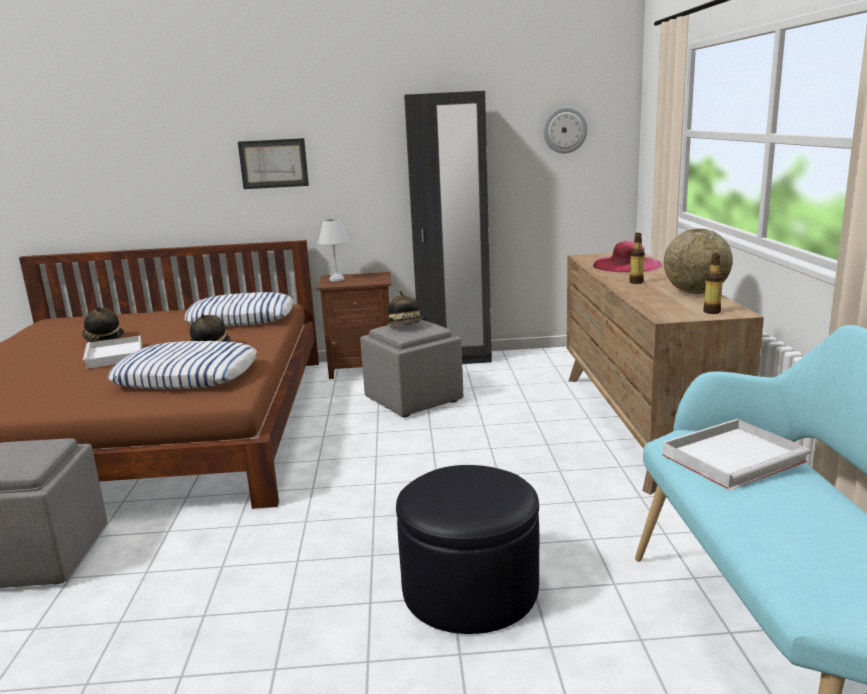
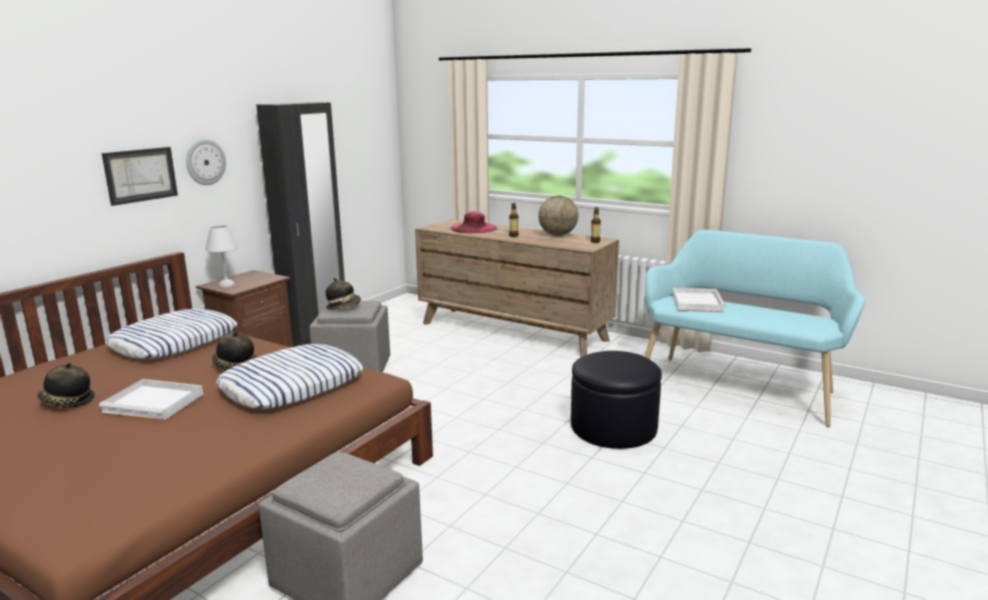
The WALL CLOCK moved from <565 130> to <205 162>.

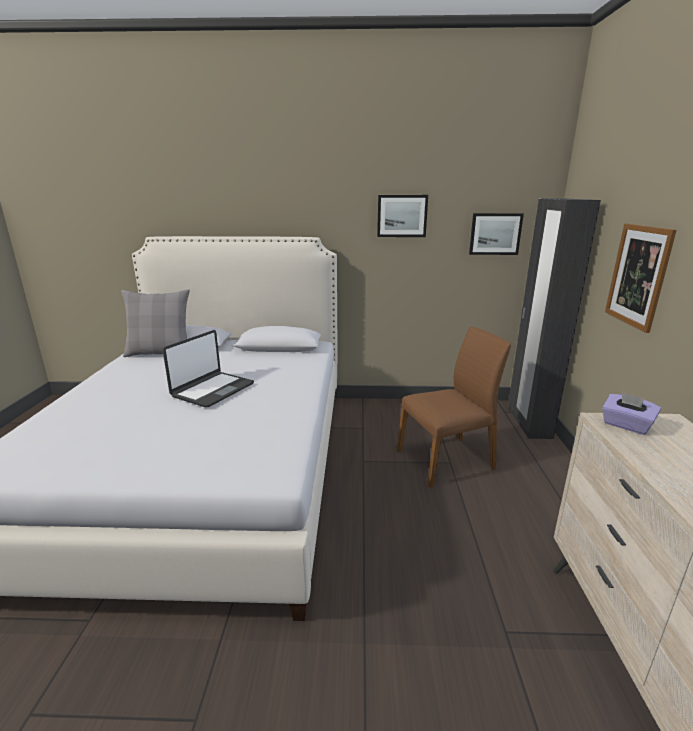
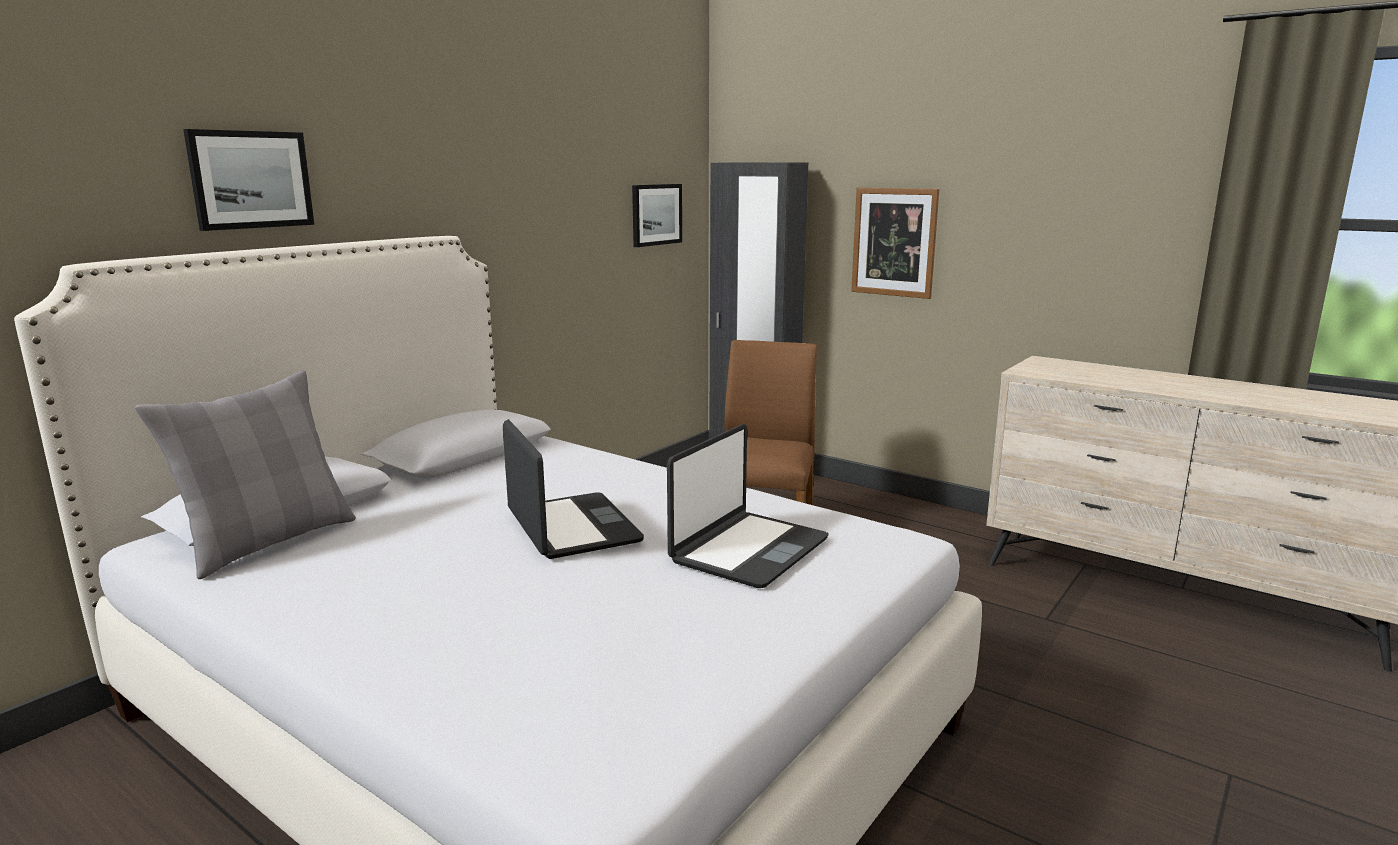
The PURPLE TISSUE BOX at <626 425> disappeared.
The LAPTOP at <748 550> appeared.
The PICTURE moved from <402 216> to <251 179>.

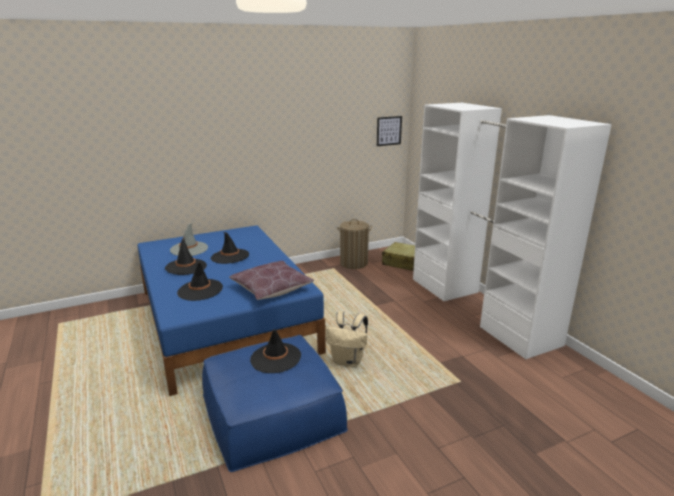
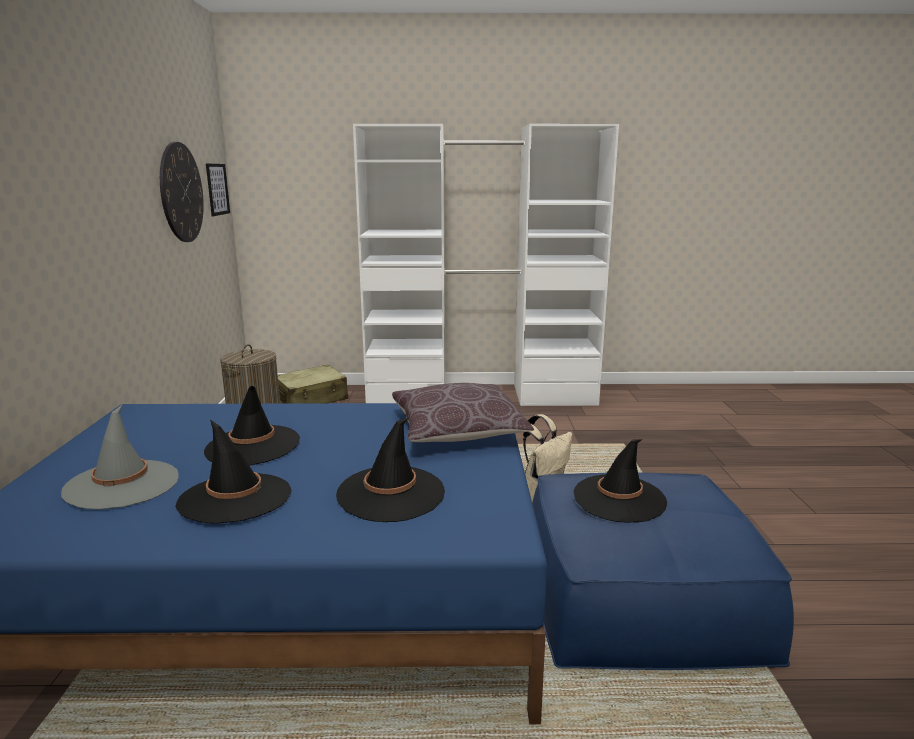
The WALL CLOCK at <181 192> appeared.

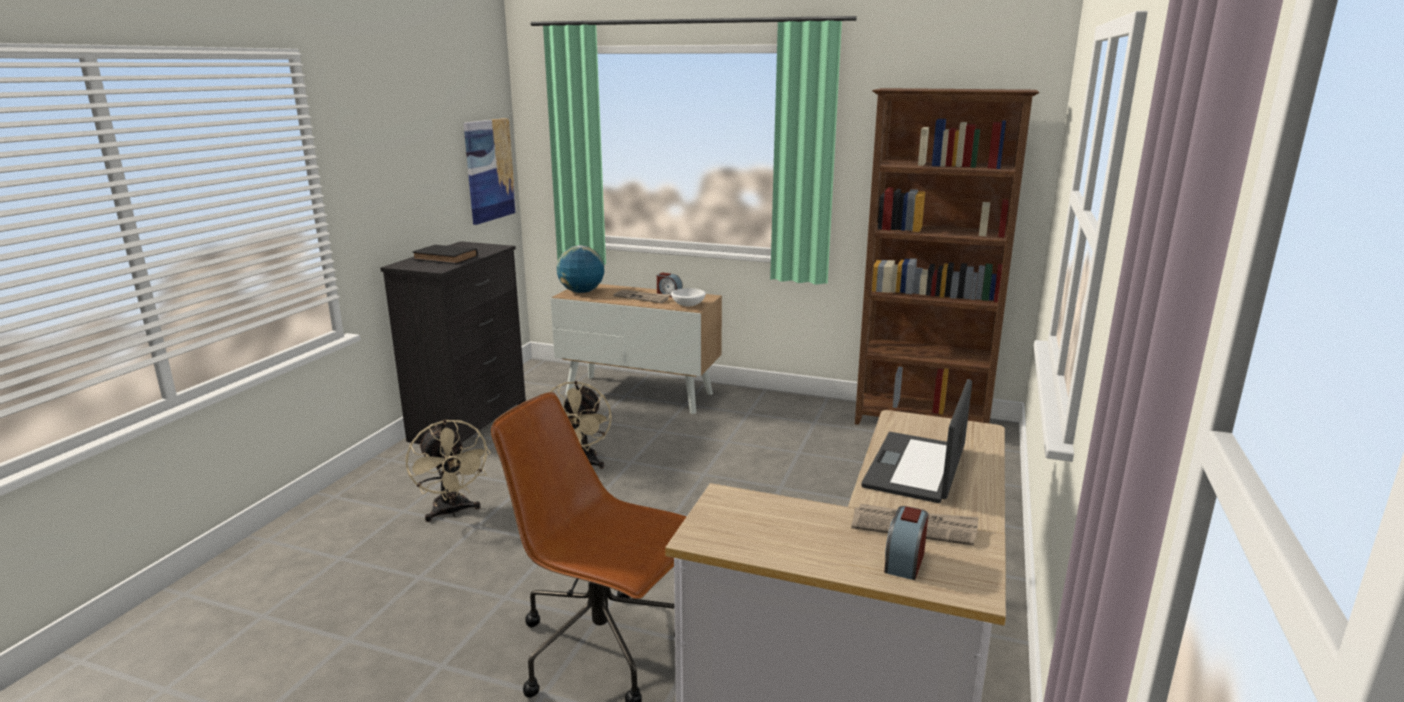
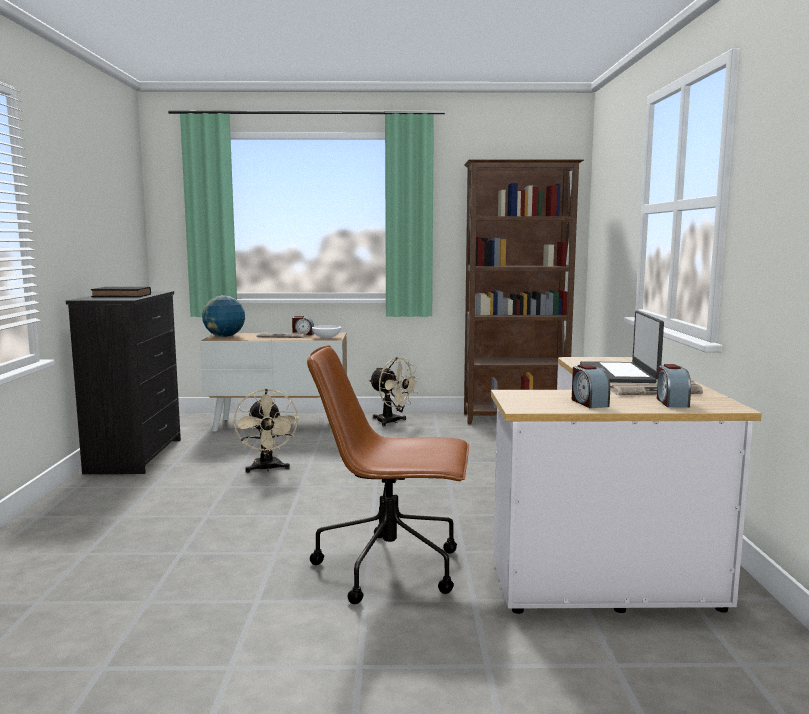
The PICTURE at <489 170> disappeared.
The ALARM CLOCK at <588 403> appeared.
The BEIGE FAN moved from <452 512> to <392 422>.

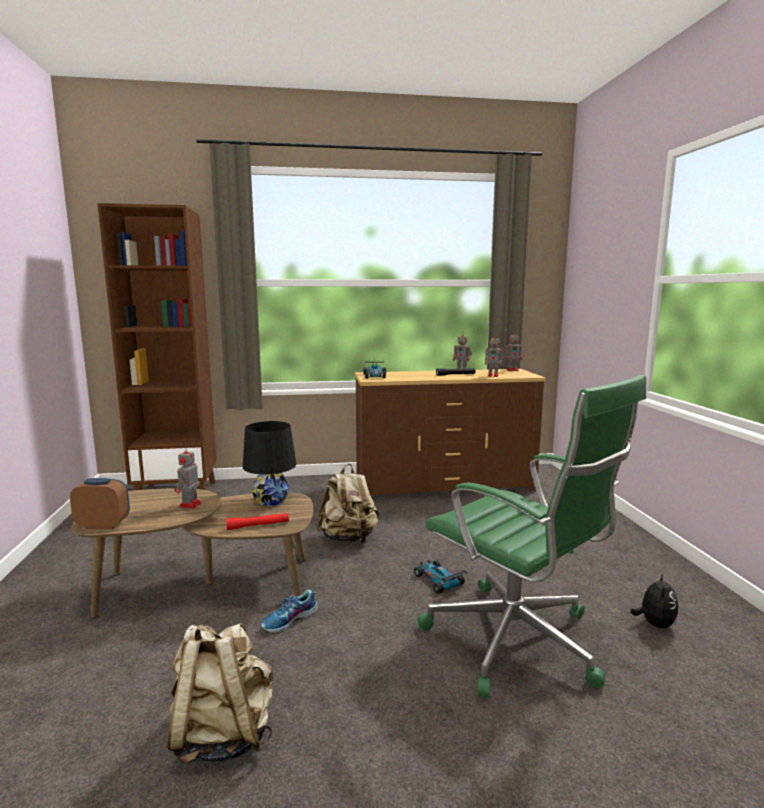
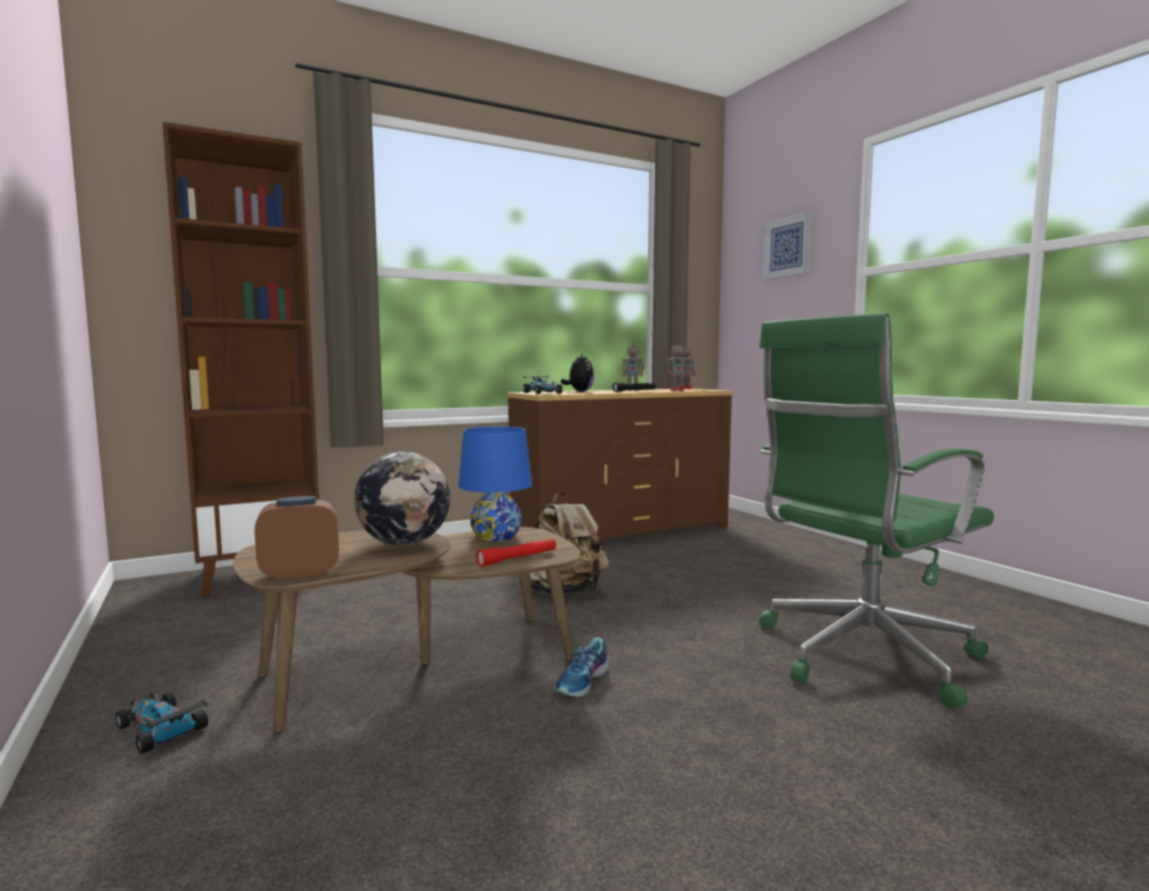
The BEIGE BACKPACK at <223 735> disappeared.
The PICTURE at <788 246> appeared.
The TOY CAR moved from <438 581> to <160 729>.
The PLUSH TOY moved from <654 624> to <579 391>.
The TOY ROBOT at <189 505> was replaced by the GLOBE at <404 543>.
The BLACK TABLE LAMP at <271 500> became the BLUE TABLE LAMP at <496 536>.
The GREEN OFFICE CHAIR at <517 642> turned 120 degrees clockwise.

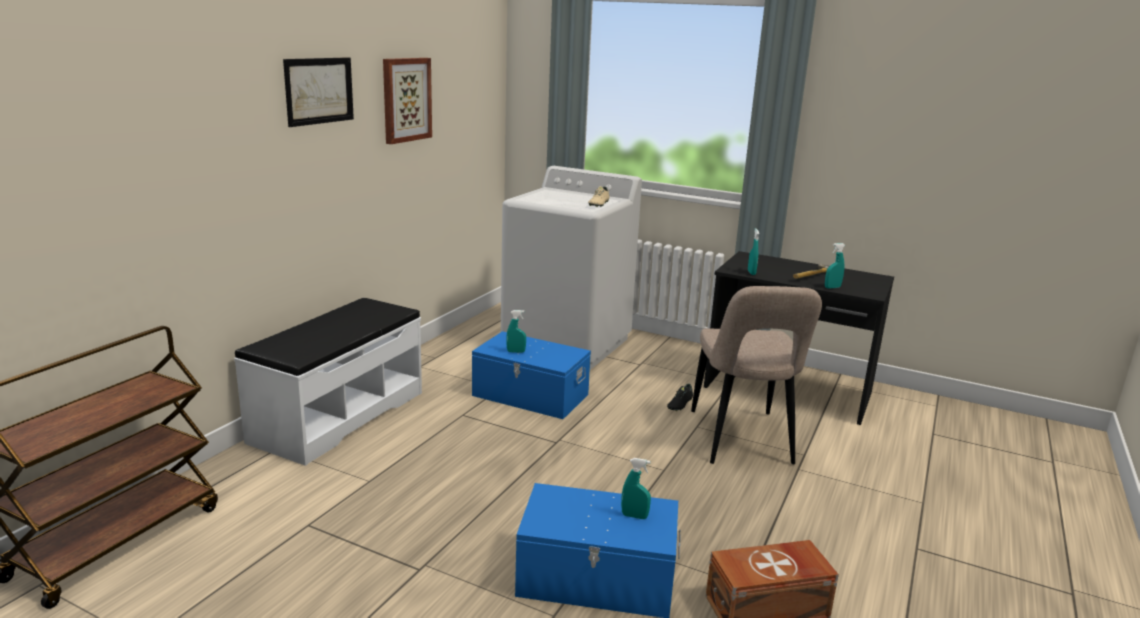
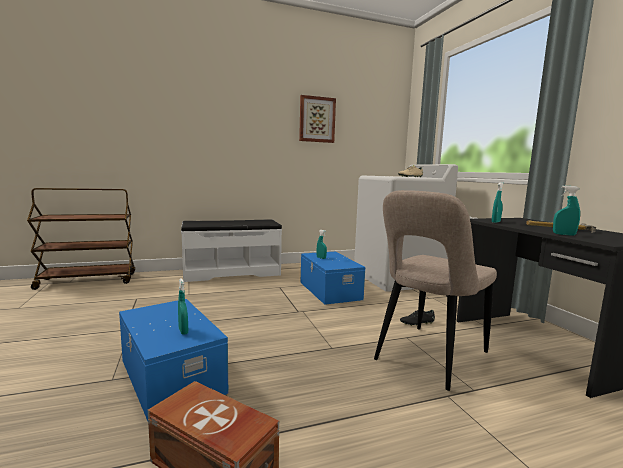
The PICTURE at <319 91> disappeared.

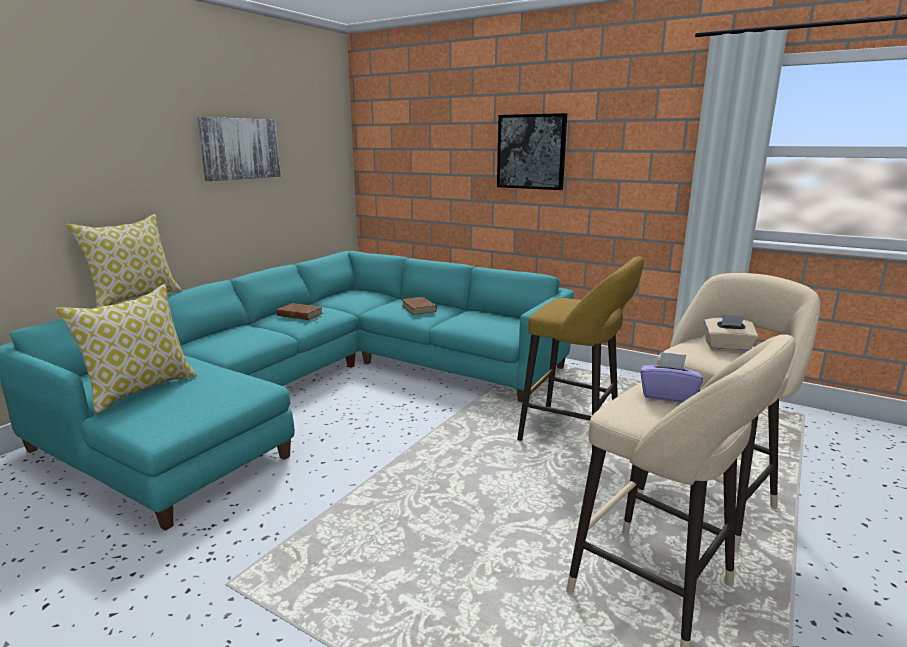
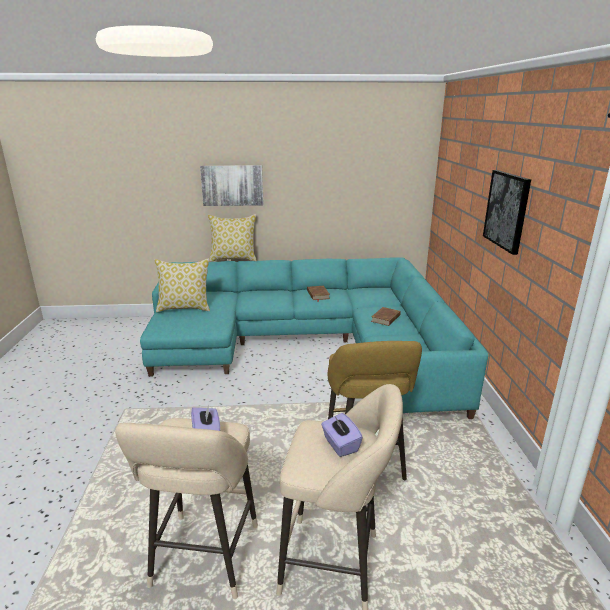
The PICTURE moved from <240 149> to <232 185>.
The BEIGE TISSUE BOX at <727 347> became the PURPLE TISSUE BOX at <340 445>.

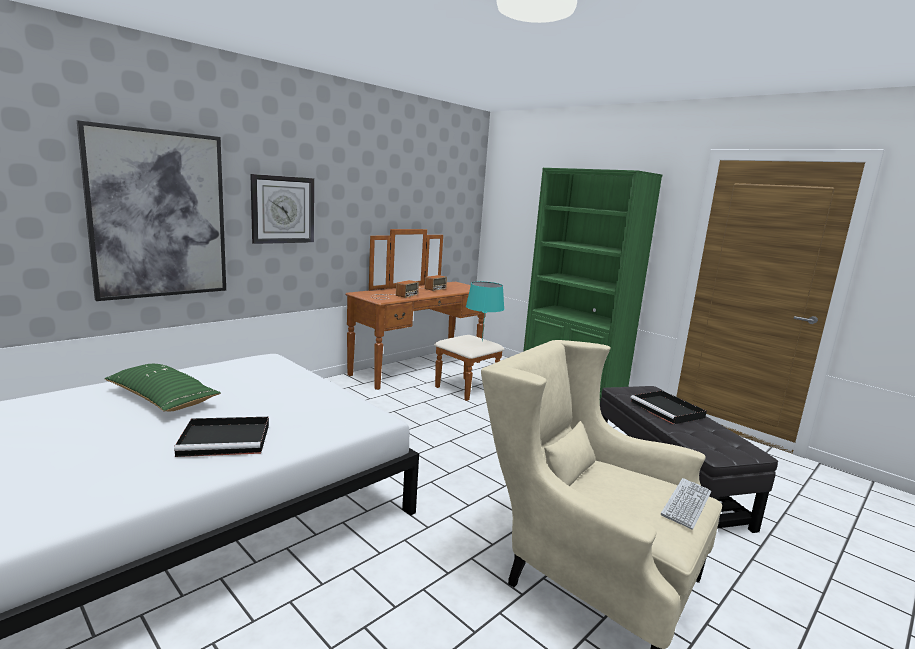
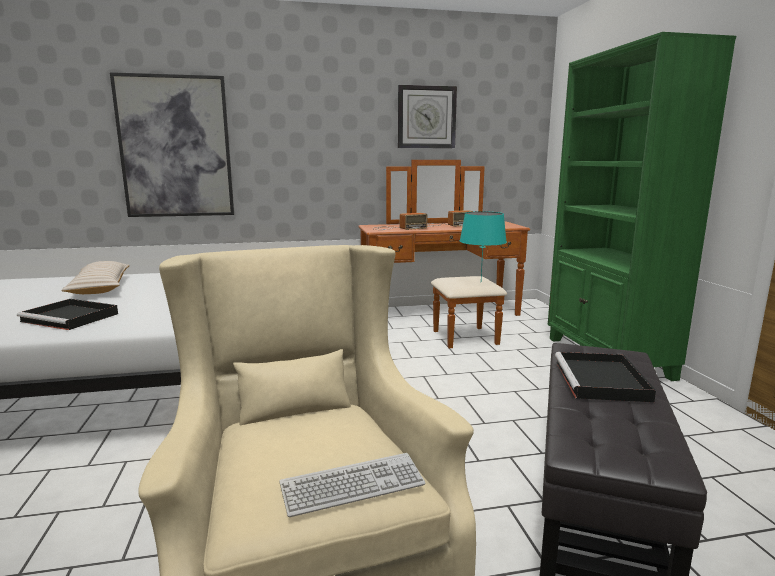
The WALL CLOCK moved from <283 209> to <426 117>.
The GREEN PILLOW at <162 398> became the BEIGE PILLOW at <100 288>.

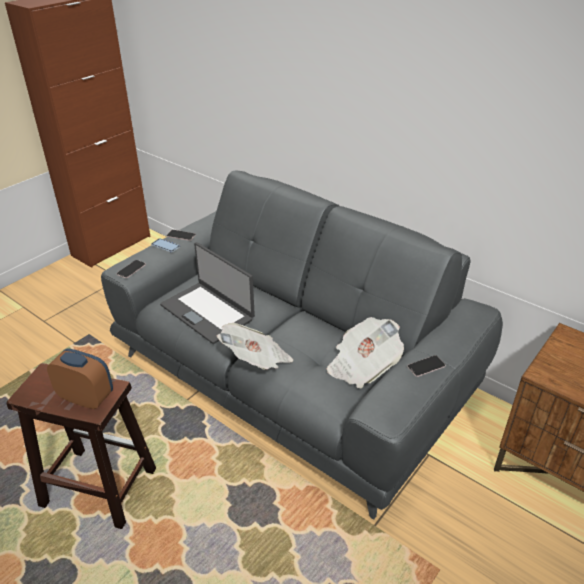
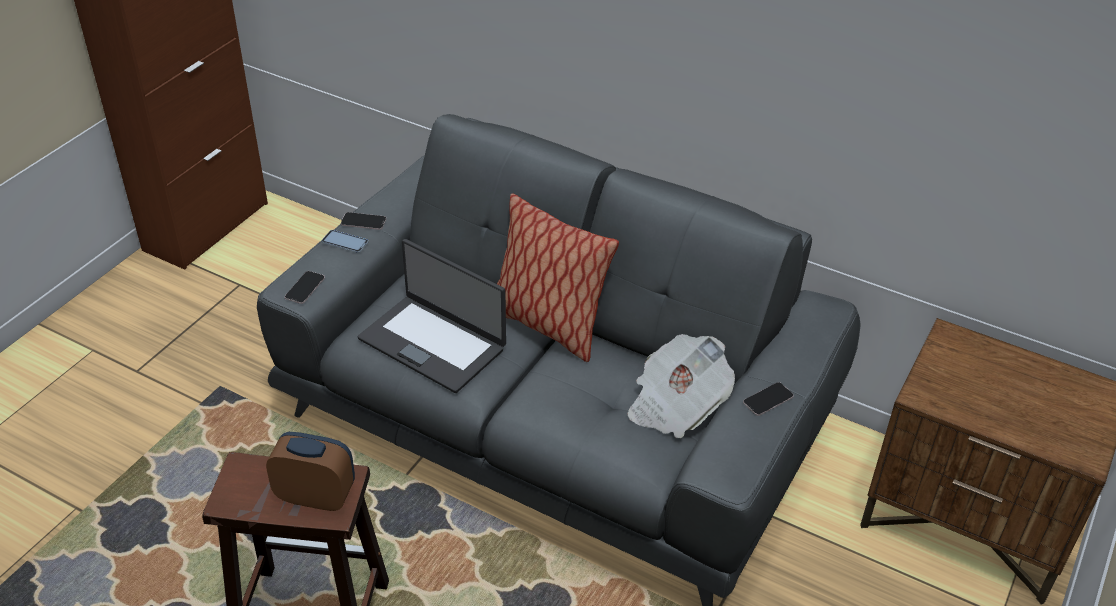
The NEWSPAPER at <256 360> disappeared.
The PILLOW at <547 325> appeared.

